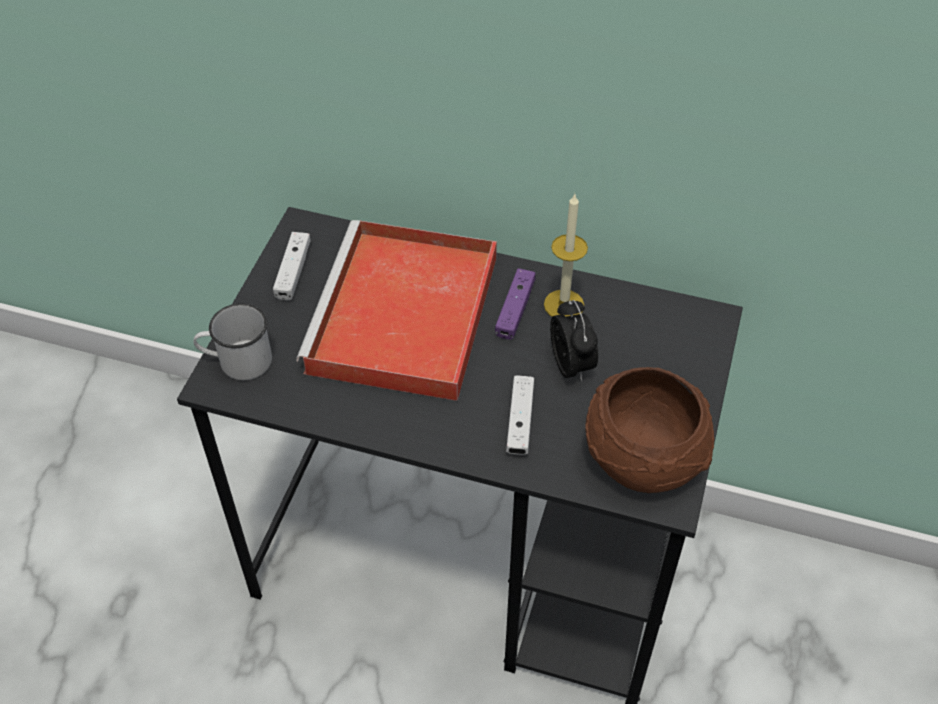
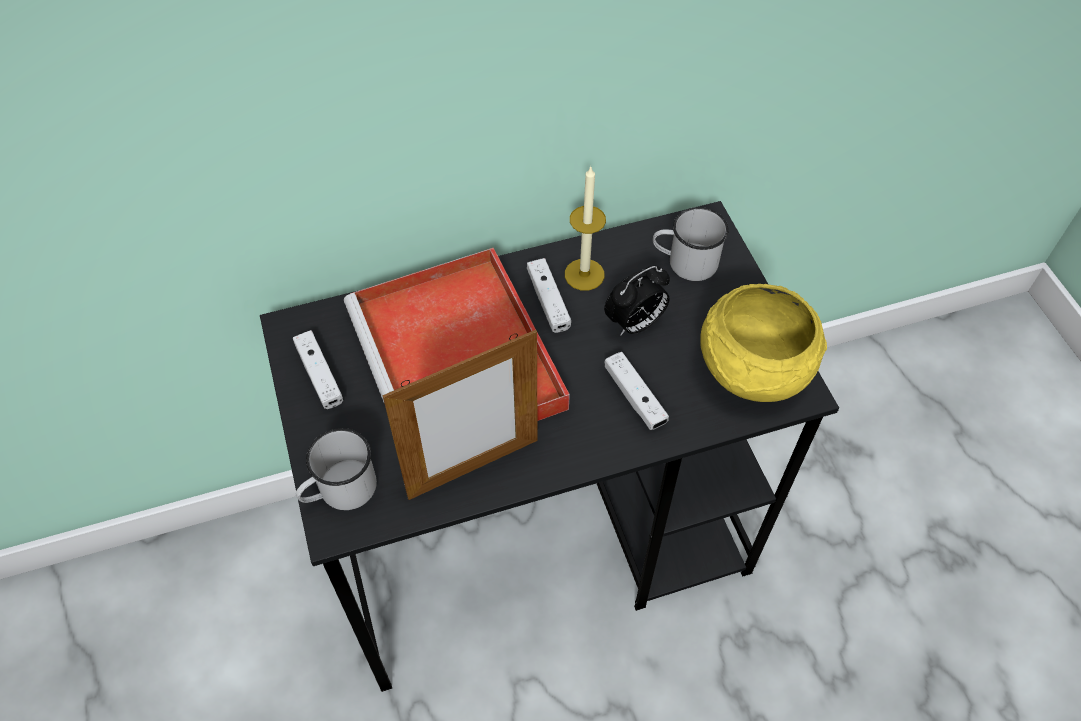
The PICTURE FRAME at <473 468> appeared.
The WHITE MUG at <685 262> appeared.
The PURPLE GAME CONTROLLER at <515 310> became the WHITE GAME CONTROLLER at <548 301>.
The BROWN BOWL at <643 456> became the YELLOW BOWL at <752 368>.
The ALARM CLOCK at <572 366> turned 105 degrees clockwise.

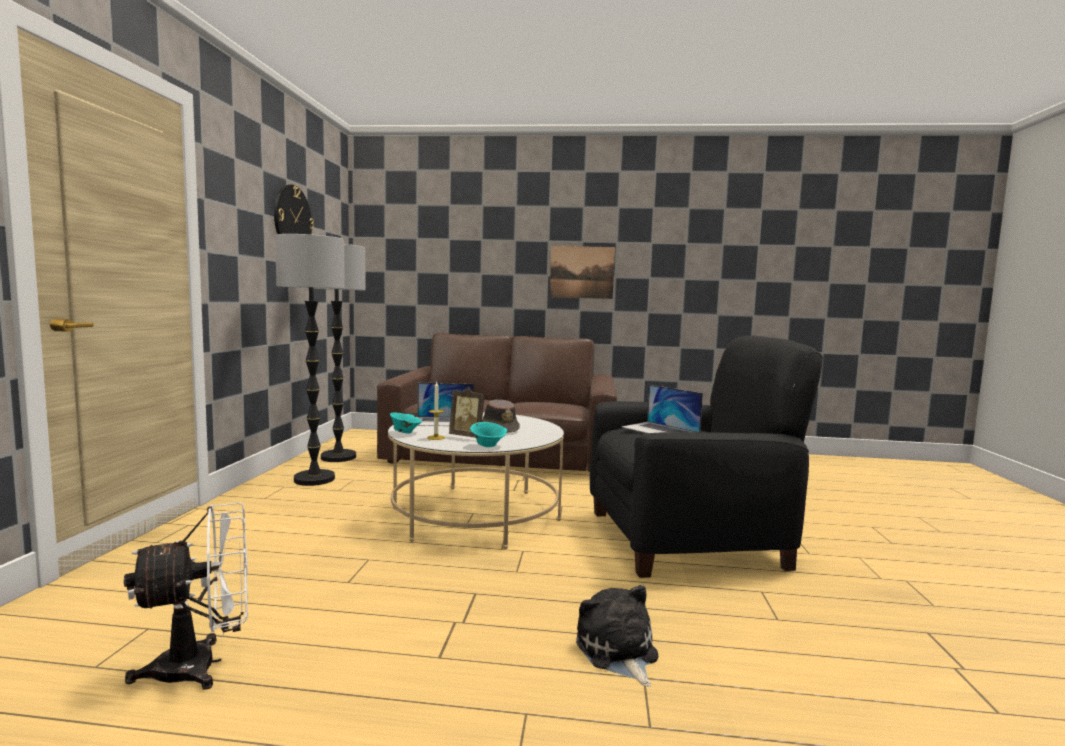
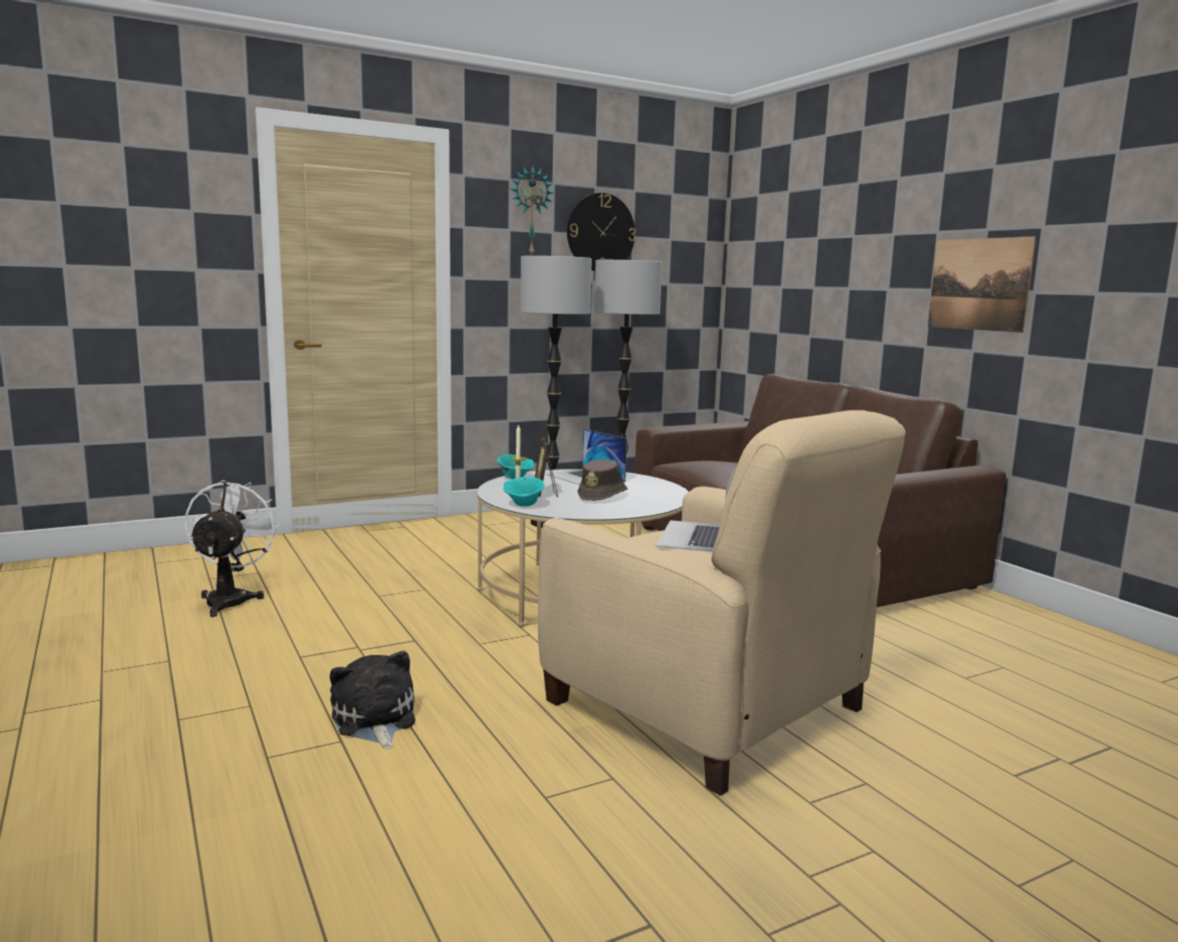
The WALL CLOCK at <530 211> appeared.
The BLACK ARMCHAIR at <687 539> became the BEIGE ARMCHAIR at <707 707>.
The WHITE FAN at <202 665> turned 120 degrees counterclockwise.
The PLUSH TOY at <618 652> turned 60 degrees counterclockwise.

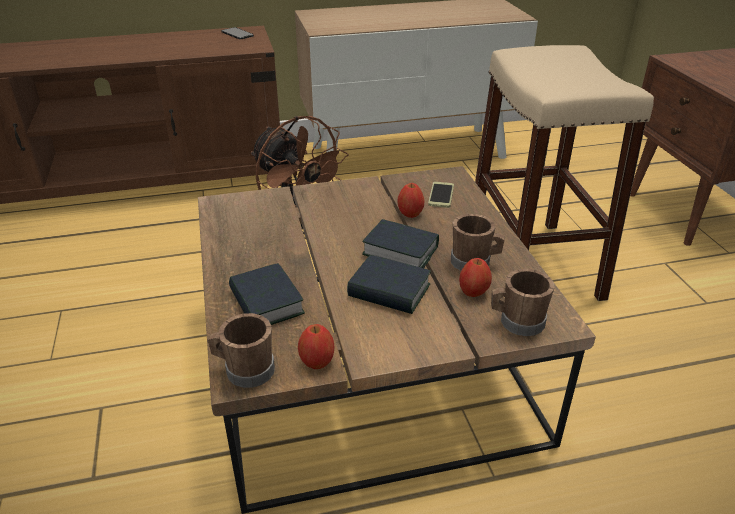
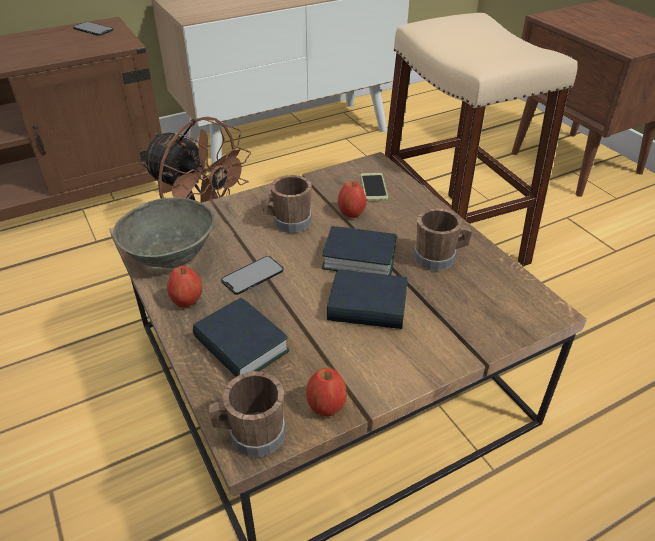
The GREY BOWL at <170 254> appeared.
The PHONE at <252 275> appeared.
The APPLE moved from <473 292> to <187 302>.
The BROWN MUG moved from <517 322> to <287 223>.

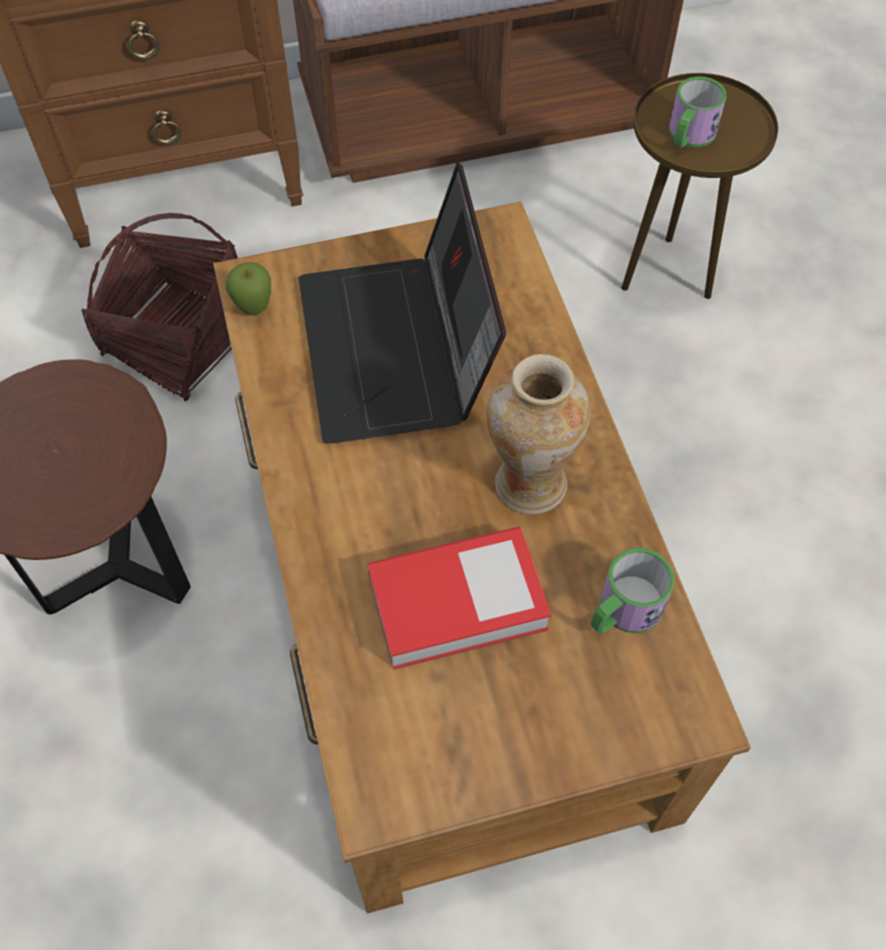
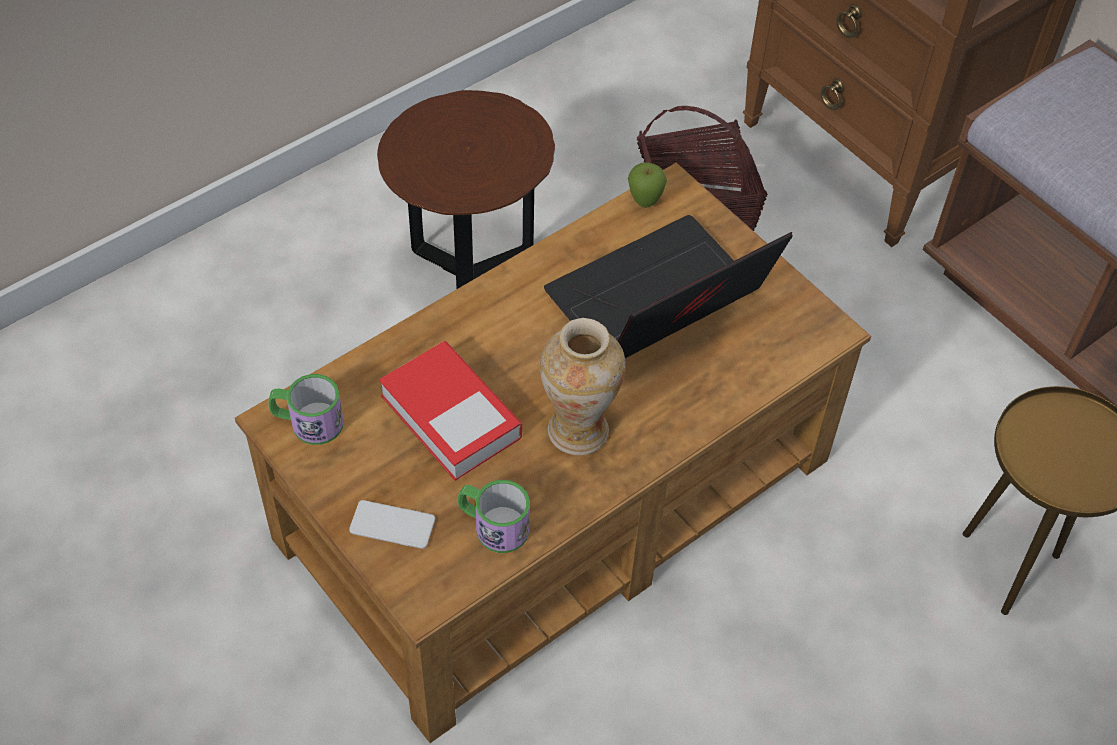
The PHONE at <392 525> appeared.
The MUG moved from <688 136> to <307 422>.

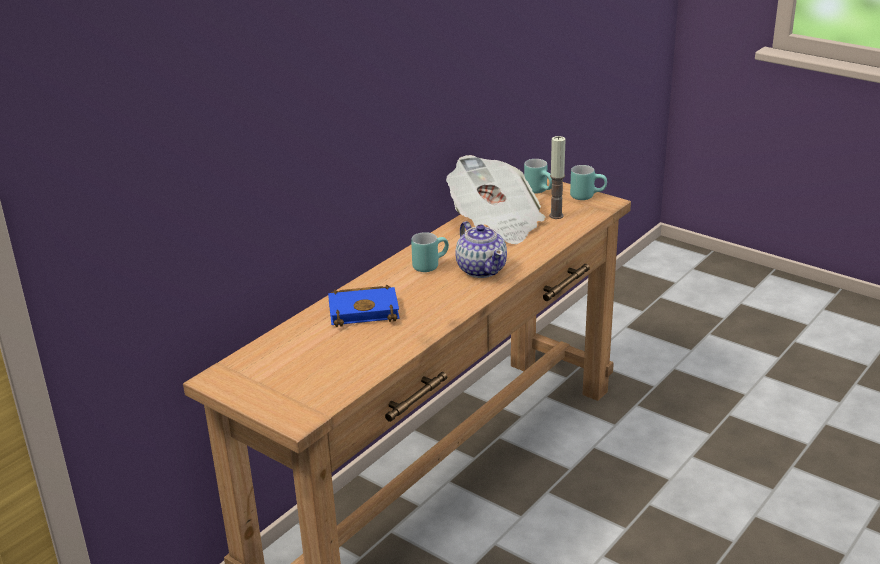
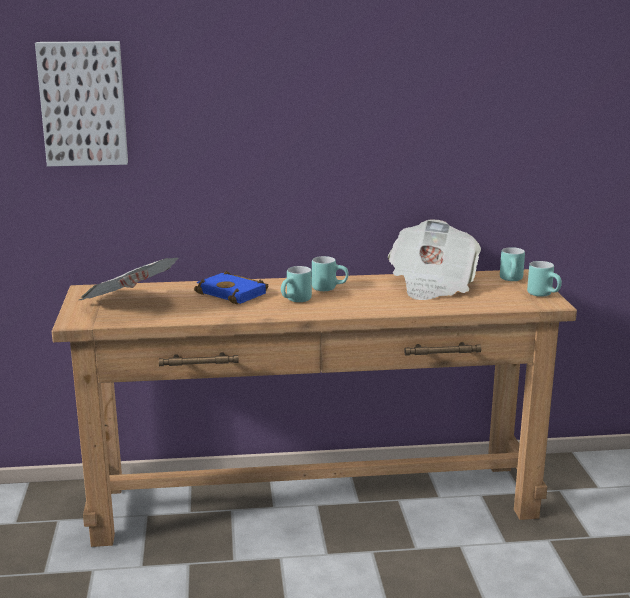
The TEAPOT at <481 269> disappeared.
The CANDLE at <556 215> disappeared.
The PICTURE at <83 103> appeared.
The NEWSPAPER at <129 305> appeared.
The TURQUOISE MUG at <296 301> appeared.

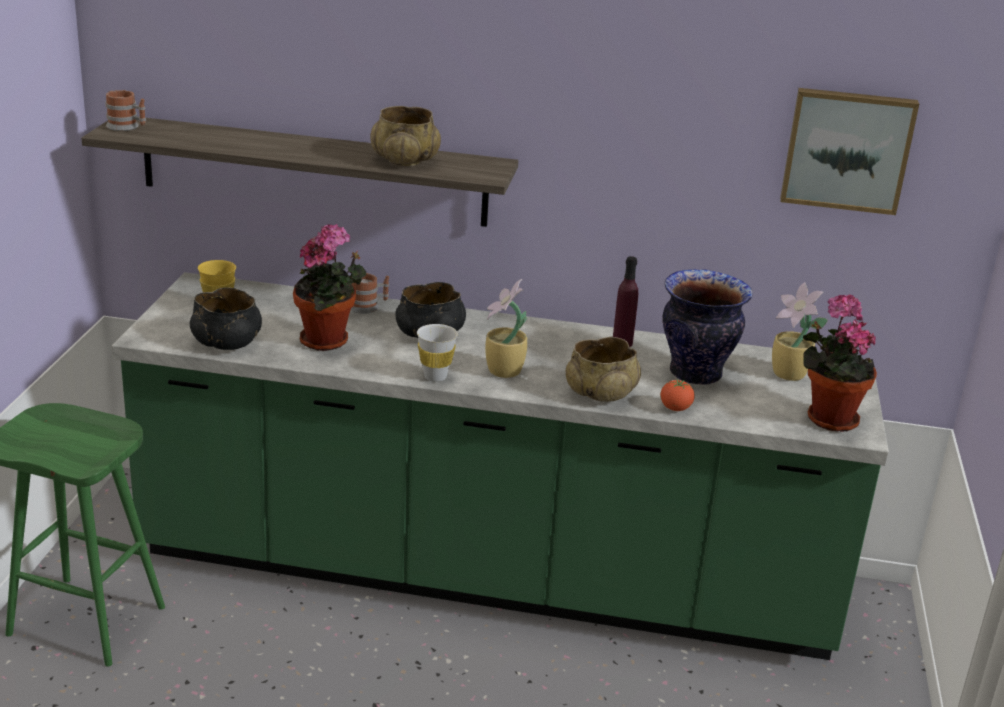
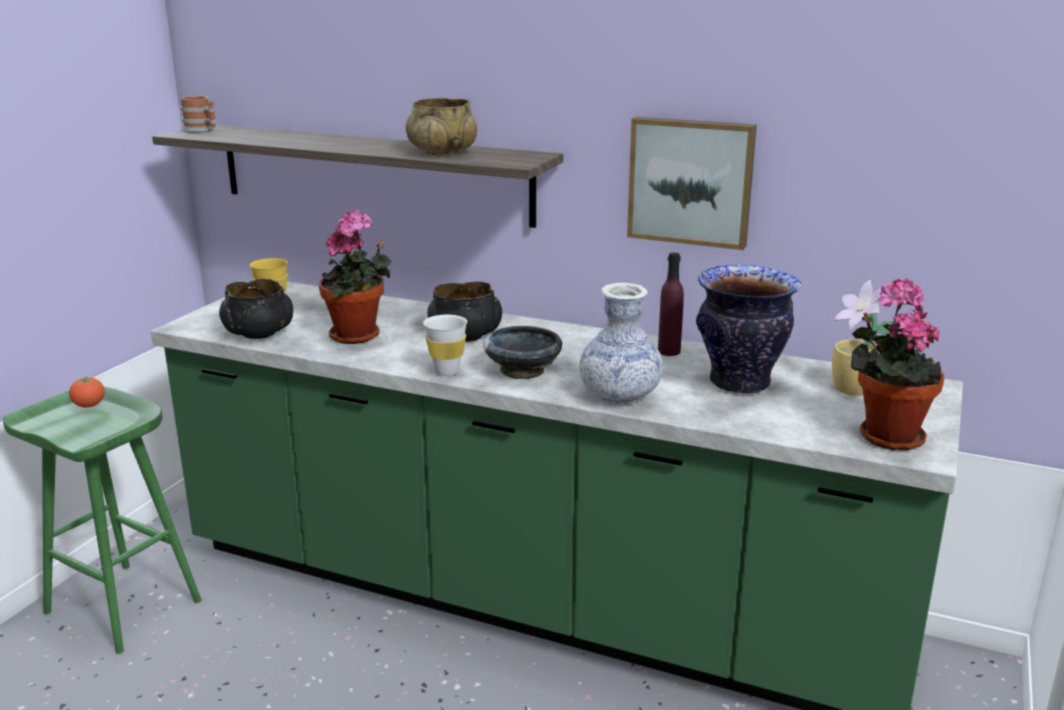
The MUG at <368 306> disappeared.
The TOMATO moved from <675 409> to <89 406>.
The PICTURE moved from <847 149> to <691 181>.
The POTTED PLANT at <503 372> was replaced by the BLACK BOWL at <523 371>.
The BEIGE BOWL at <600 393> was replaced by the VASE at <620 396>.

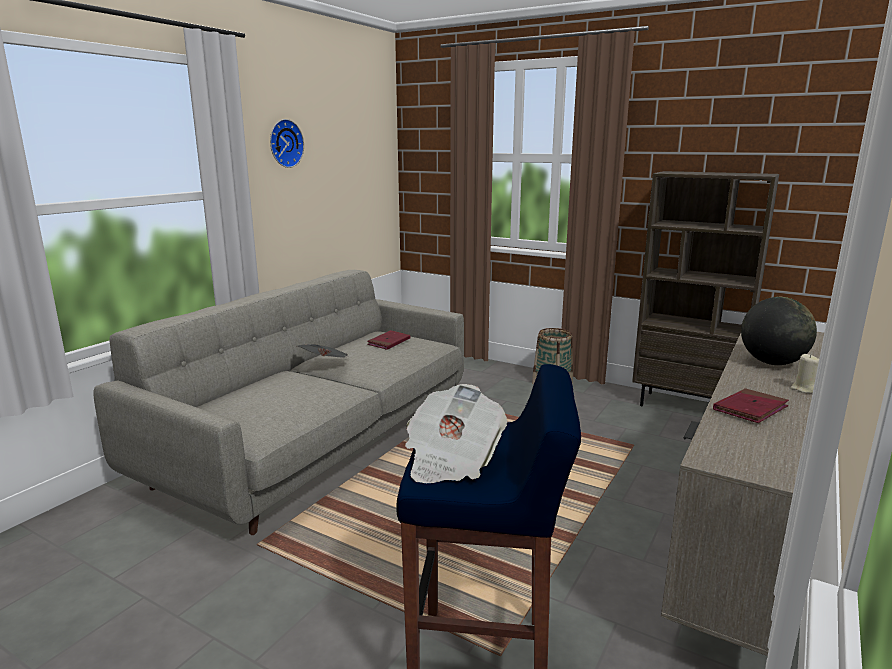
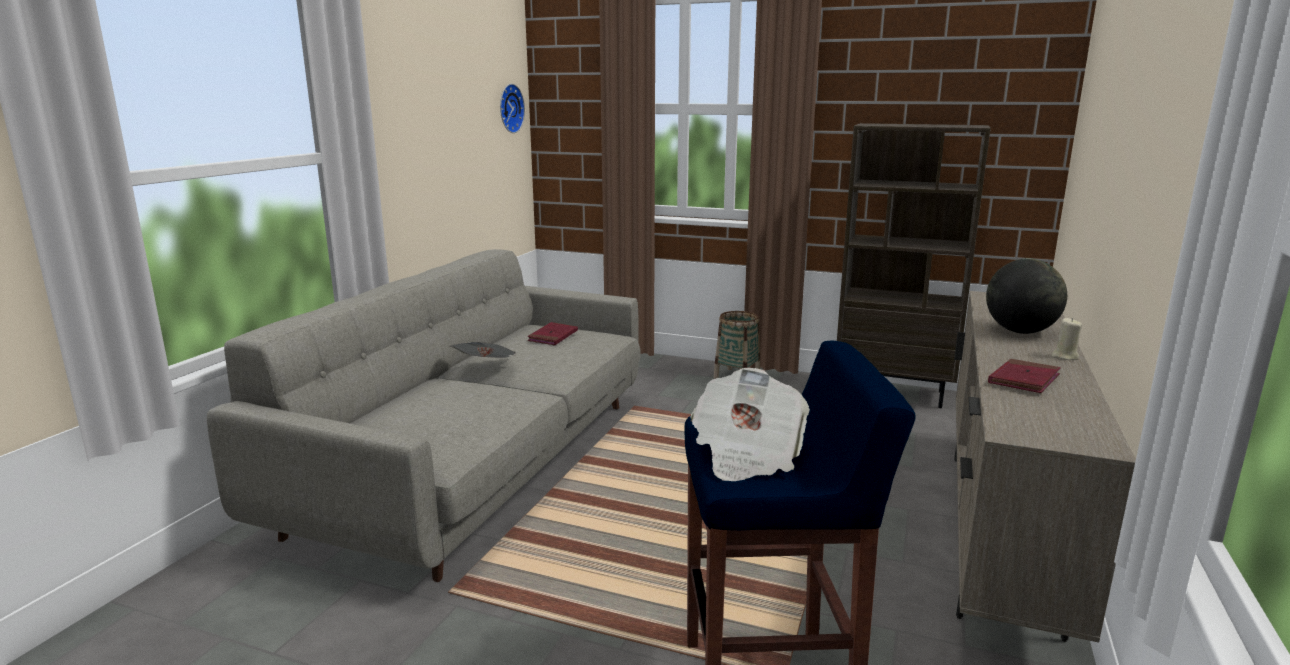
The WALL CLOCK moved from <284 143> to <509 108>.

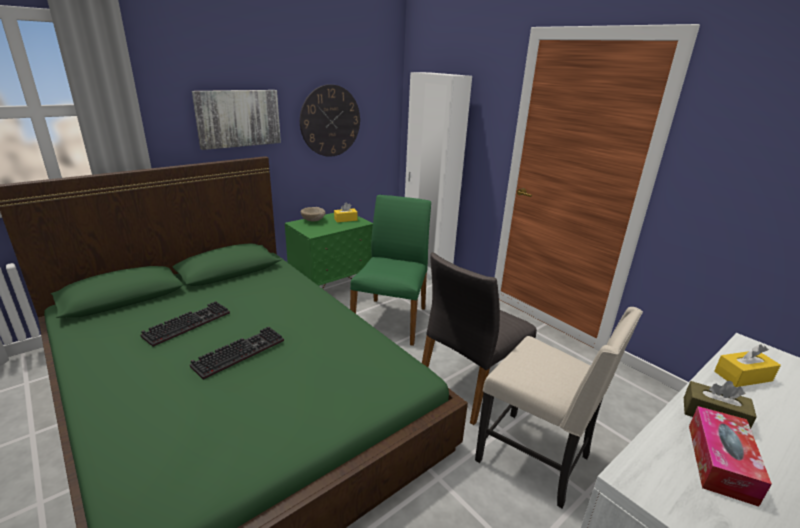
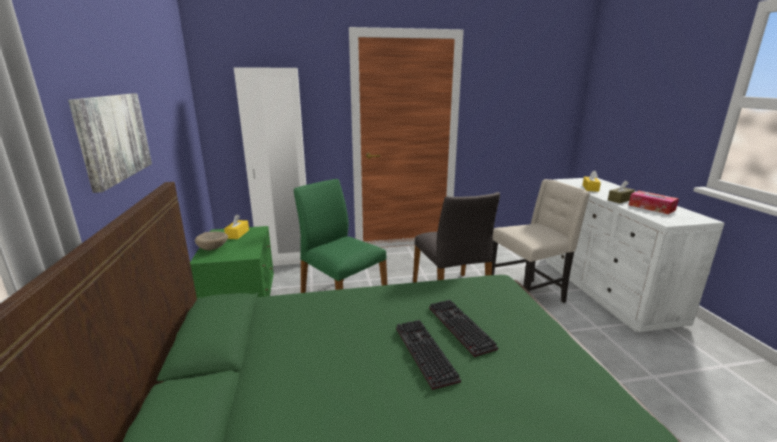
The WALL CLOCK at <330 121> disappeared.
The KEYBOARD moved from <188 323> to <458 327>.

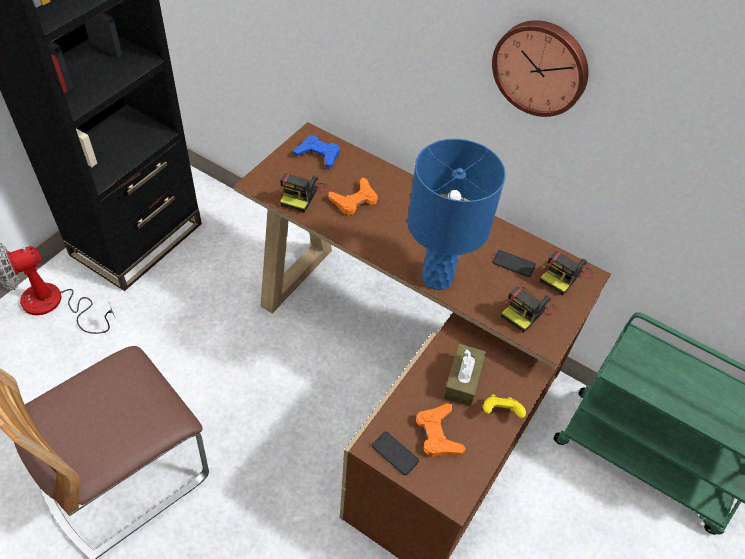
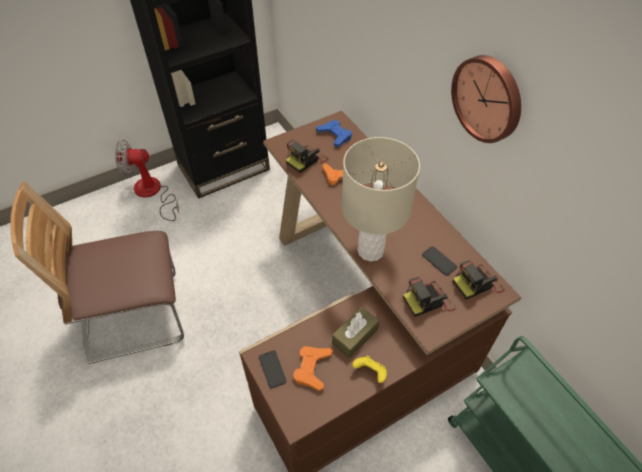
The BLUE TABLE LAMP at <438 278> became the BEIGE TABLE LAMP at <370 251>.

